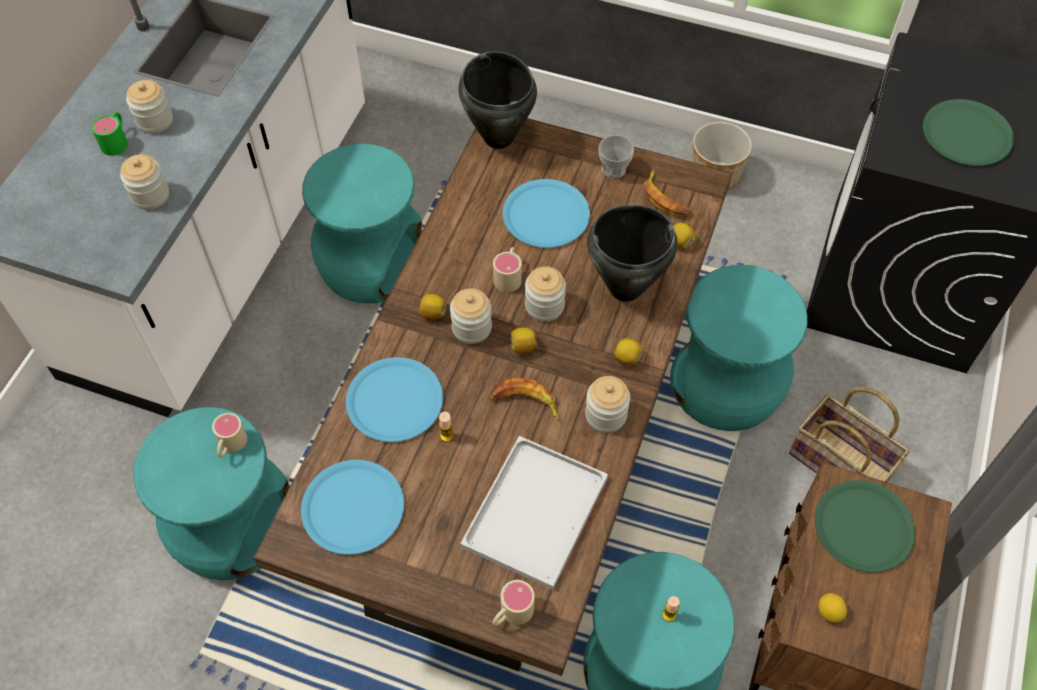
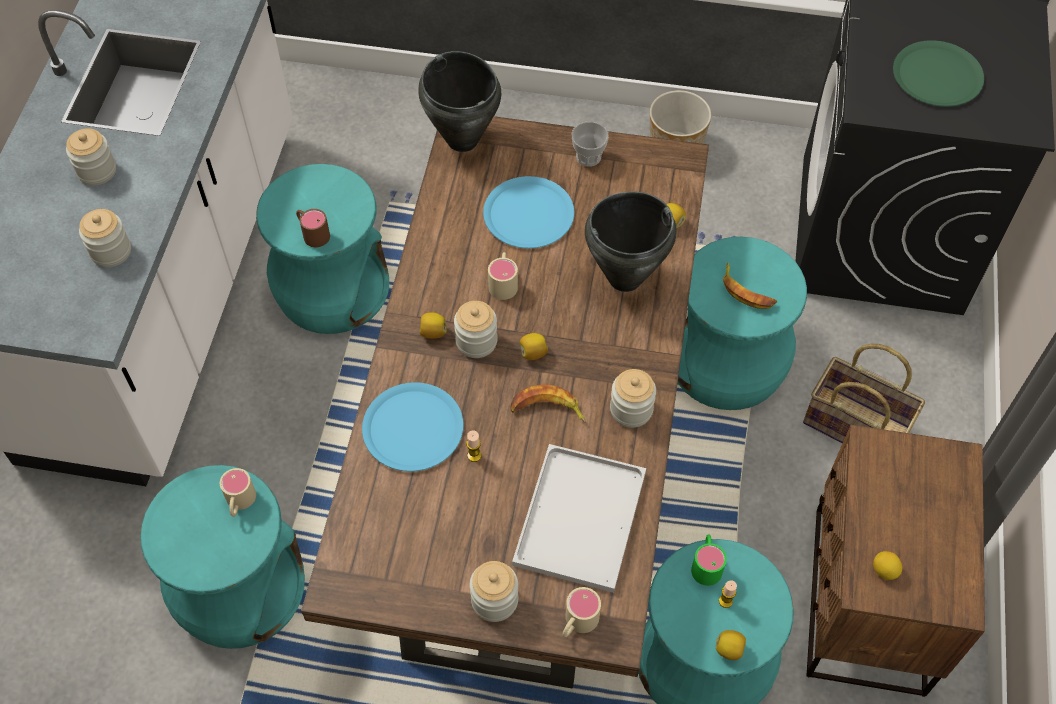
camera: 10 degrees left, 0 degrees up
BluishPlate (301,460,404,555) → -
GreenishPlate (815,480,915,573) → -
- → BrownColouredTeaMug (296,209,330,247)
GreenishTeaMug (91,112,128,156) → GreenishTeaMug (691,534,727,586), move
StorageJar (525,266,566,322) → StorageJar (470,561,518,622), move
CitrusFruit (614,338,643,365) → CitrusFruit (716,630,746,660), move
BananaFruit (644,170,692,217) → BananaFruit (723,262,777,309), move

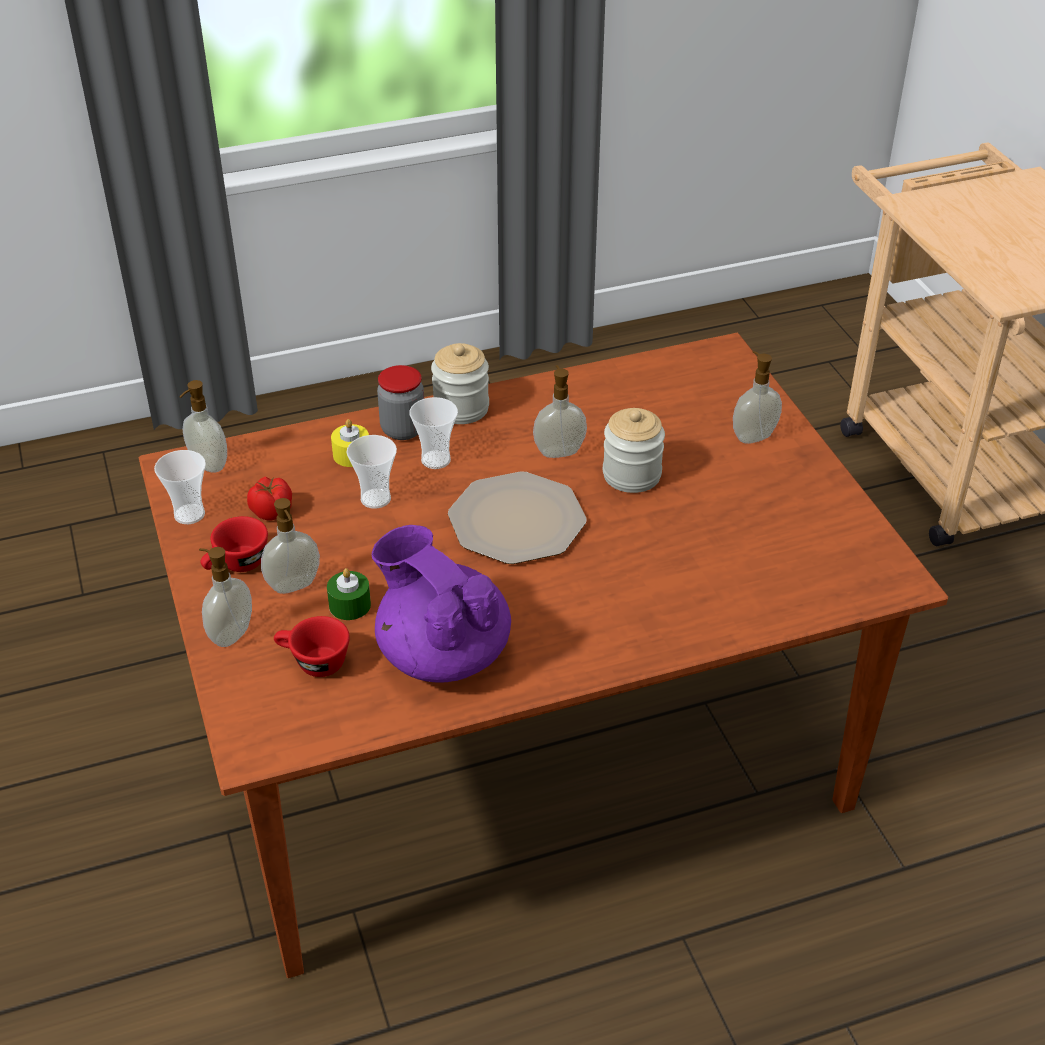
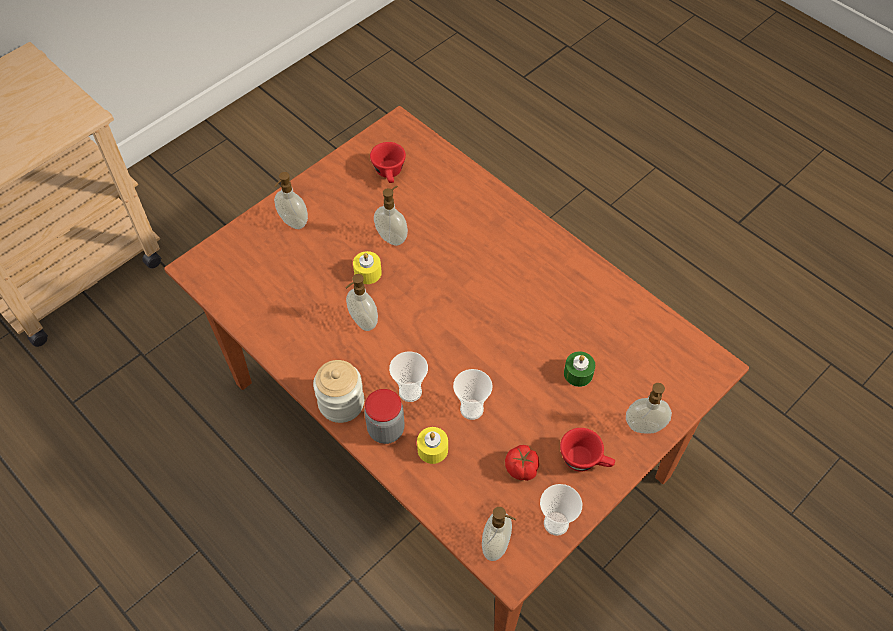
camera: 115 degrees left, 15 degrees up
PurpleColouredTeaPot (372,525,511,683) → -
Plate (448,471,587,564) → -
SoapBottle (261,498,320,594) → SoapBottle (374,186,408,246), move
RedColouredCup (274,616,350,677) → RedColouredCup (370,142,406,183), move
StorageJar (603,408,665,493) → YellowishWaxLight (353,251,382,284)

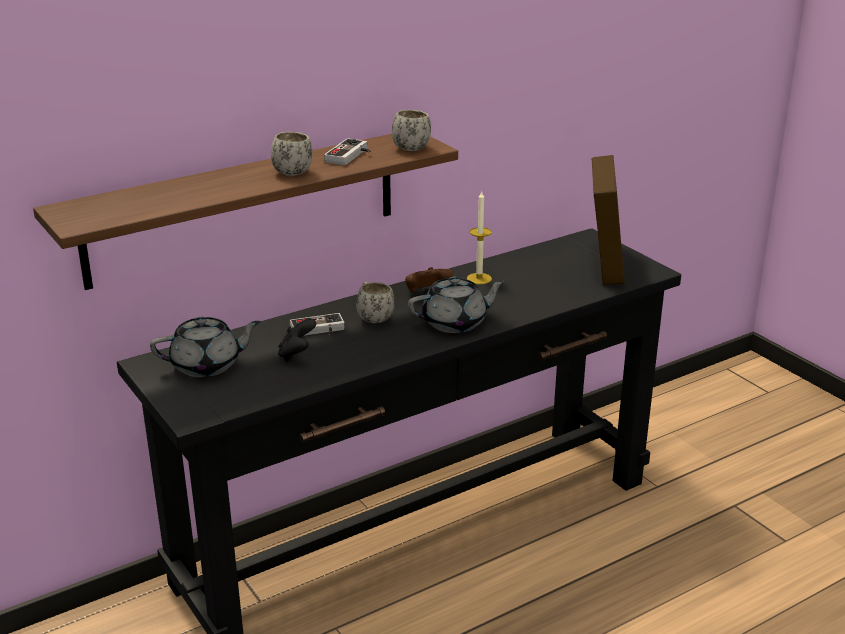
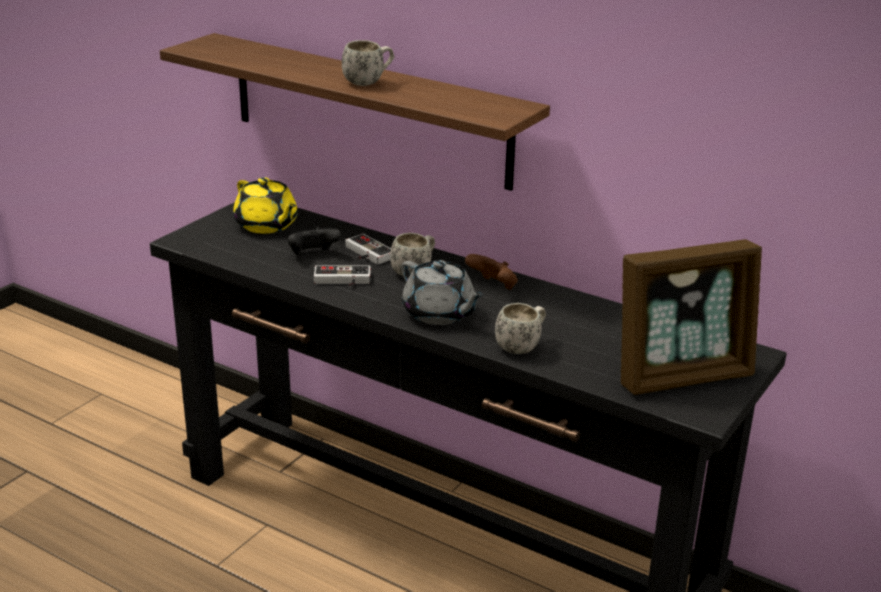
camera: 65 degrees right, 0 degrees up
WaxLight (467,191,492,284) → -
Gamepad (324,138,371,165) → Gamepad (314,265,370,286), move
WhiteColouredTeaMug (392,110,431,151) → WhiteColouredTeaMug (495,303,546,354), move
GreyishTeaPot (150,317,261,377) → YellowishTeaPot (233,177,298,234)

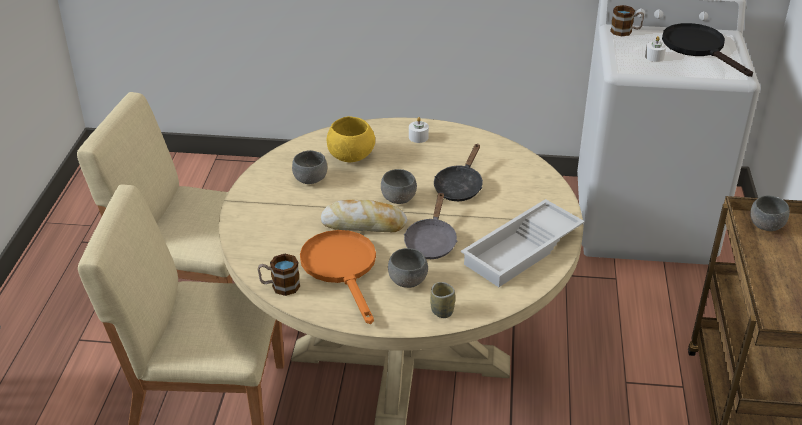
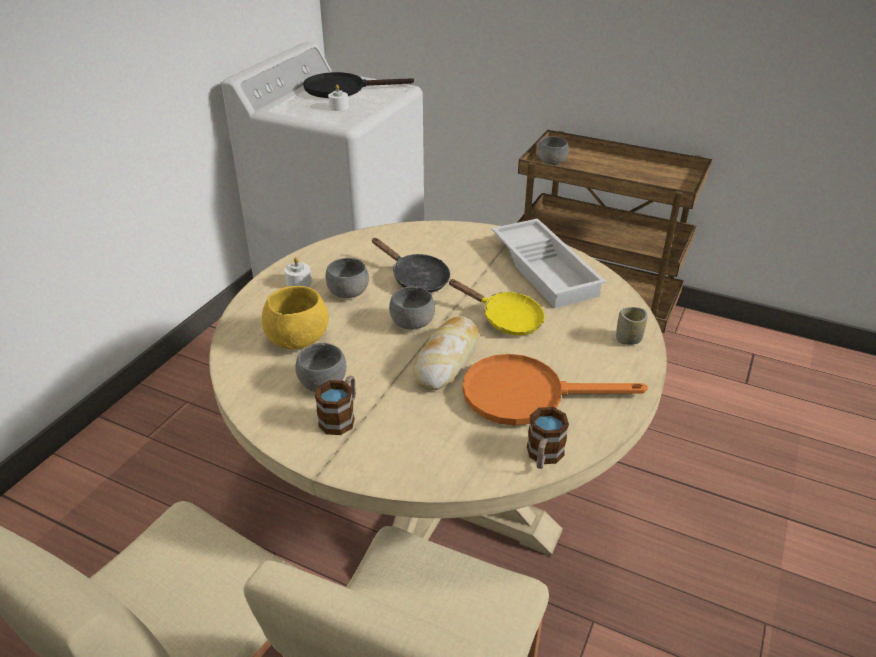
camera: 70 degrees left, 0 degrees up
GreyishServingBowl (388,248,428,288) → GreyishServingBowl (325,258,369,298), move
TeaMug (610,5,644,37) → TeaMug (315,376,356,435), move
GreyishFryingPan (404,192,457,259) → YellowishFryingPan (448,279,545,335)

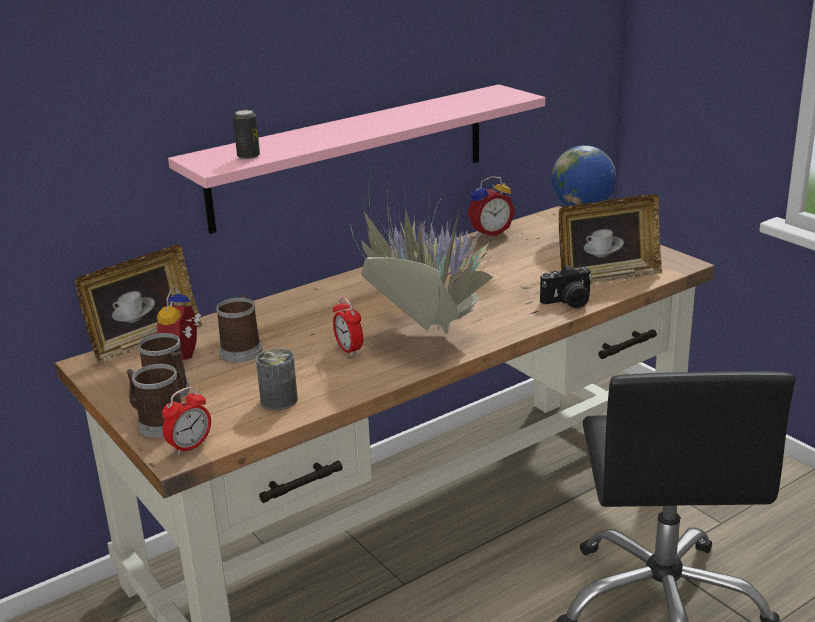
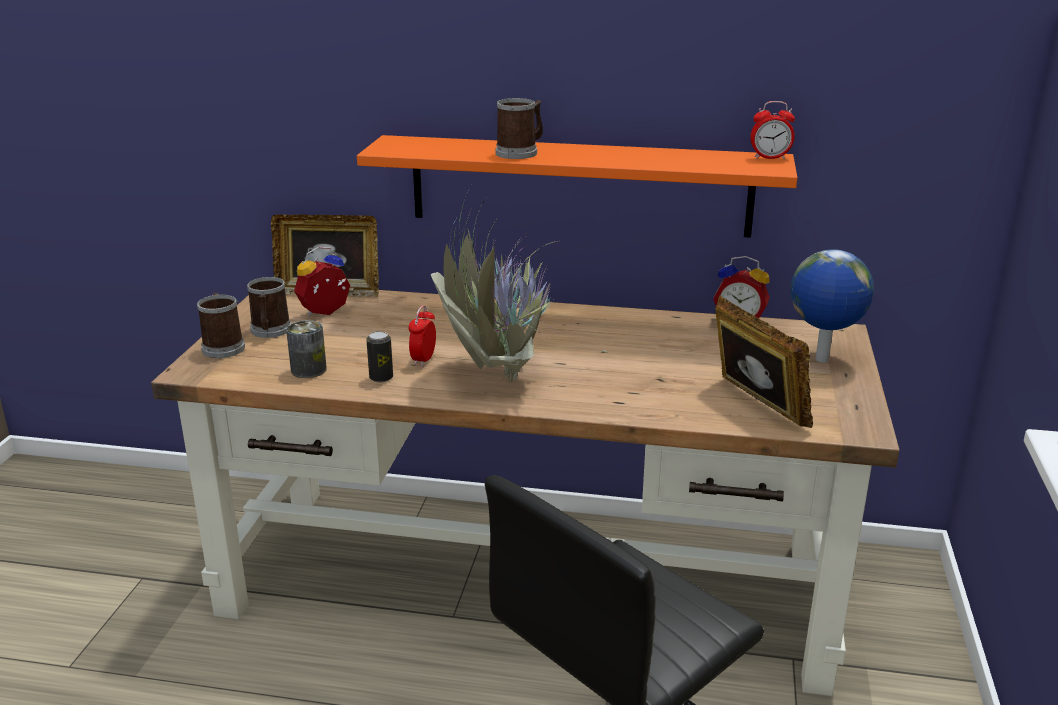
camera: 45 degrees right, 0 degrees up
PhotoCamera (540,264,592,308) → -
TableClock (162,387,211,455) → TableClock (750,101,795,159), move
TeaMug (216,295,262,362) → TeaMug (495,98,543,159), move
SealedCan (233,110,260,159) → SealedCan (366,331,393,382), move
PinkishBracketShelf (168,84,545,234) → OrangeColouredBracketShelf (357,135,797,238)
PhotoFrame (559,194,662,284) → PhotoFrame (715,296,813,428), 150 degrees counterclockwise

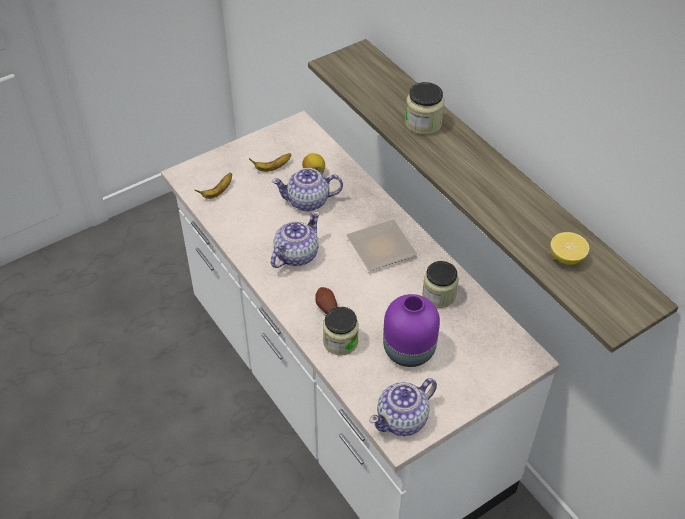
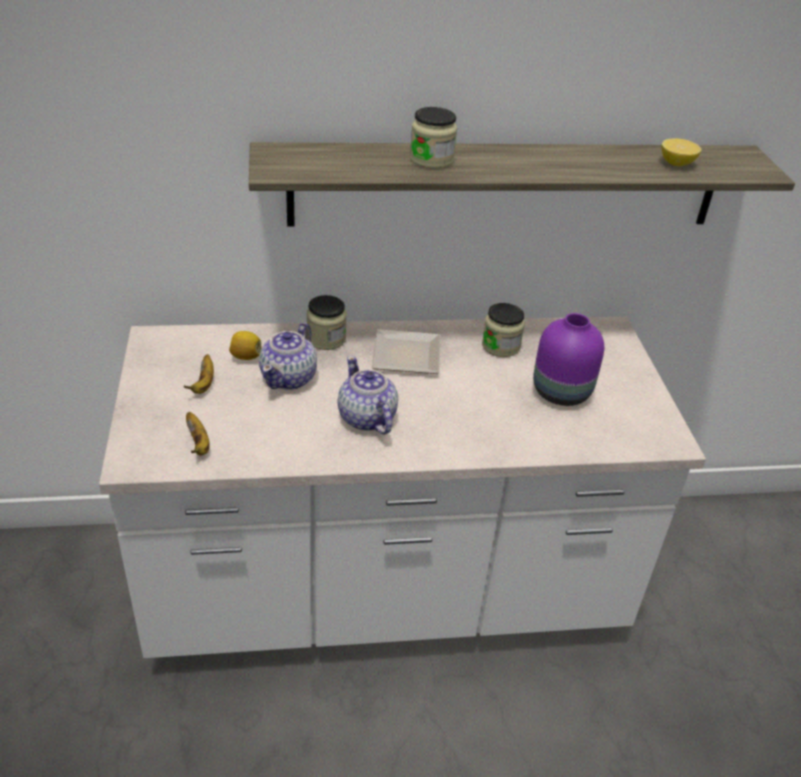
camera: 65 degrees left, 10 degrees down
Potato (315,287,337,314) → -
TeaPot (369,378,437,436) → -
StorageJar (323,307,359,356) → StorageJar (307,295,347,350), move

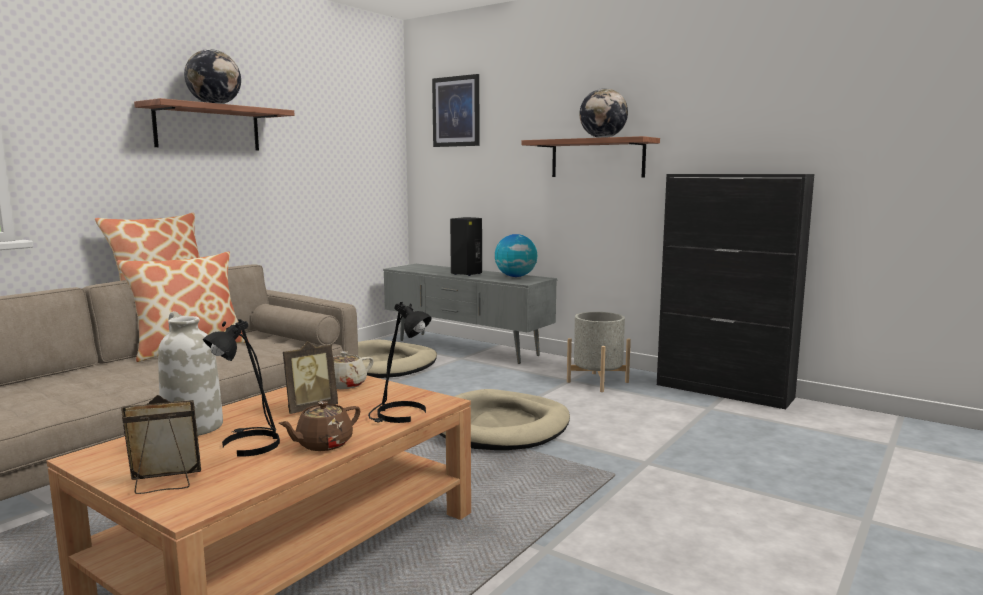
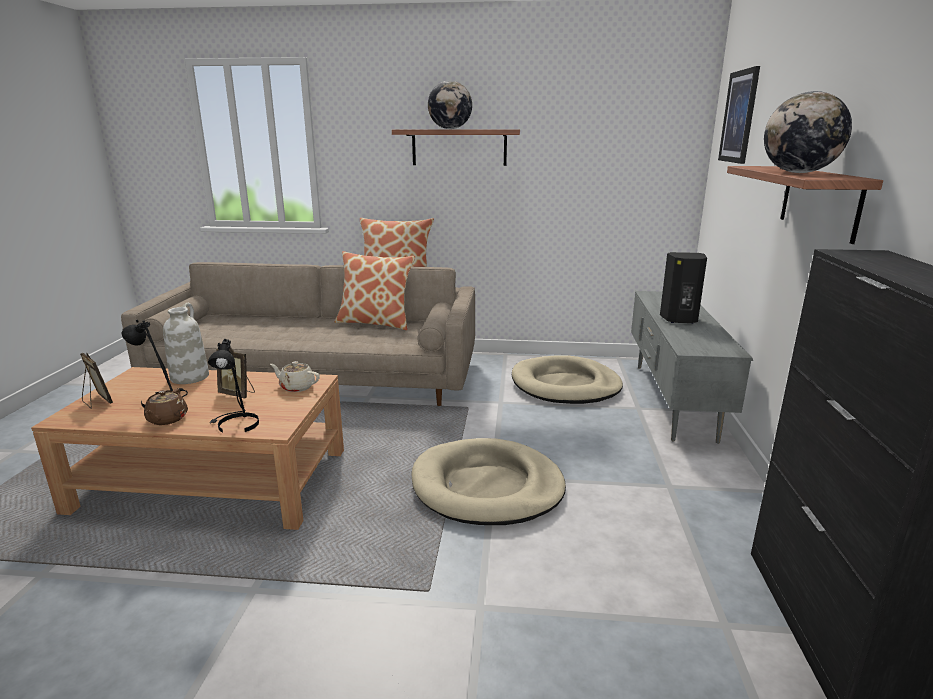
camera: 60 degrees right, 10 degrees up
DeskGlobe (495,234,537,277) → -
GreyishFlowerPot (567,312,631,392) → -
BrownColouredTeaPot (278,401,360,451) → BrownColouredTeaPot (144,389,188,425), 105 degrees counterclockwise

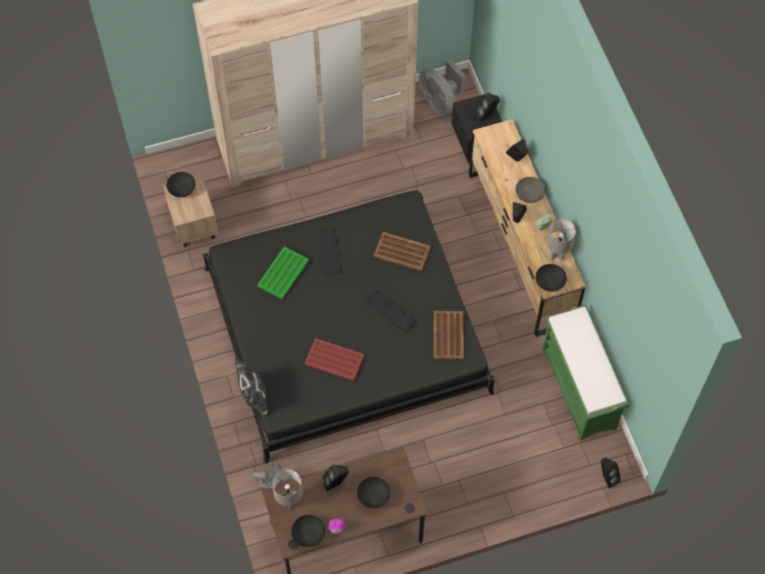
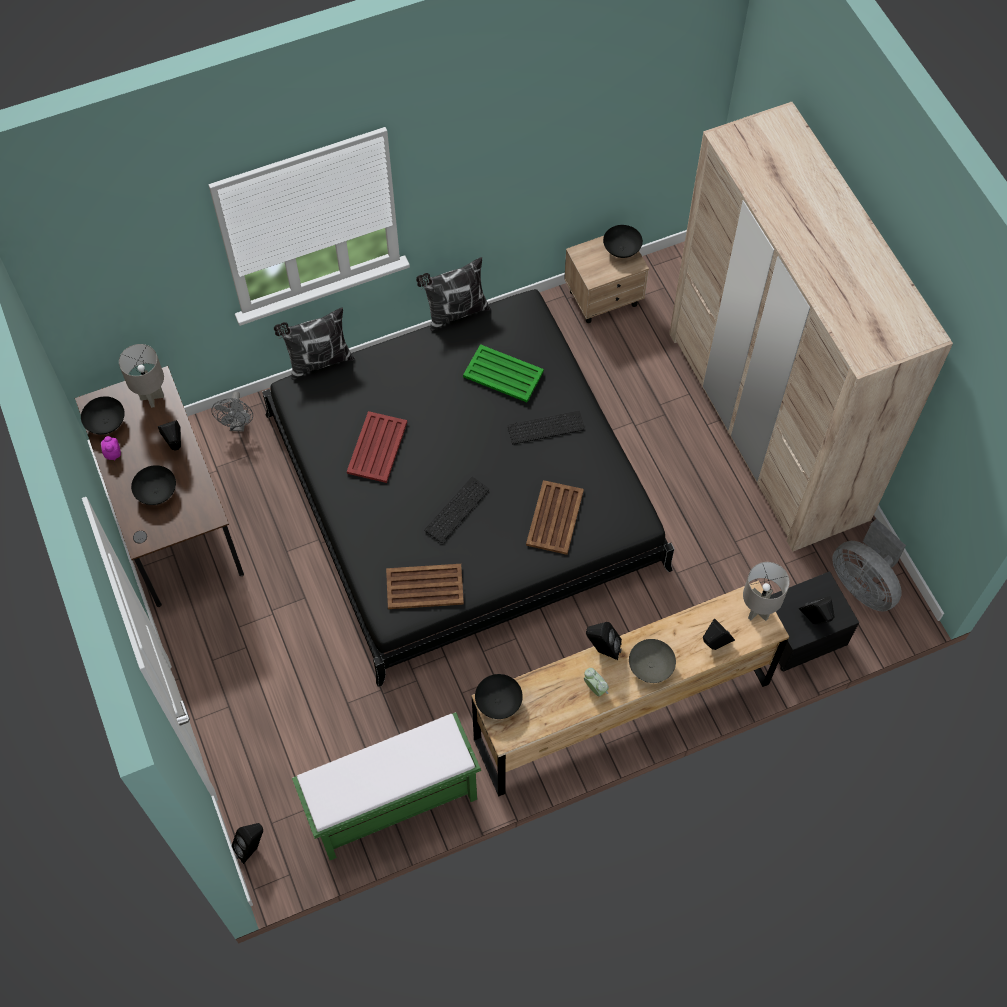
camera: 85 degrees right, 0 degrees up
- → Cushion (416,257,491,331)
GreyishLampForATable (546,219,576,261) → GreyishLampForATable (743,562,790,621), move
GreyishFan (419,59,466,116) → GreyishFan (832,519,906,612), 90 degrees counterclockwise

